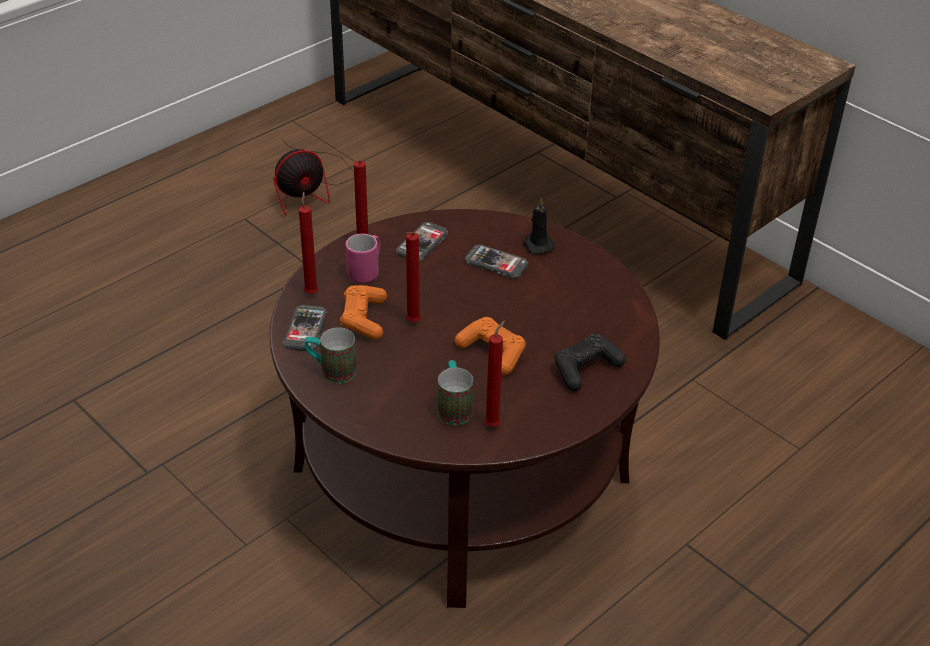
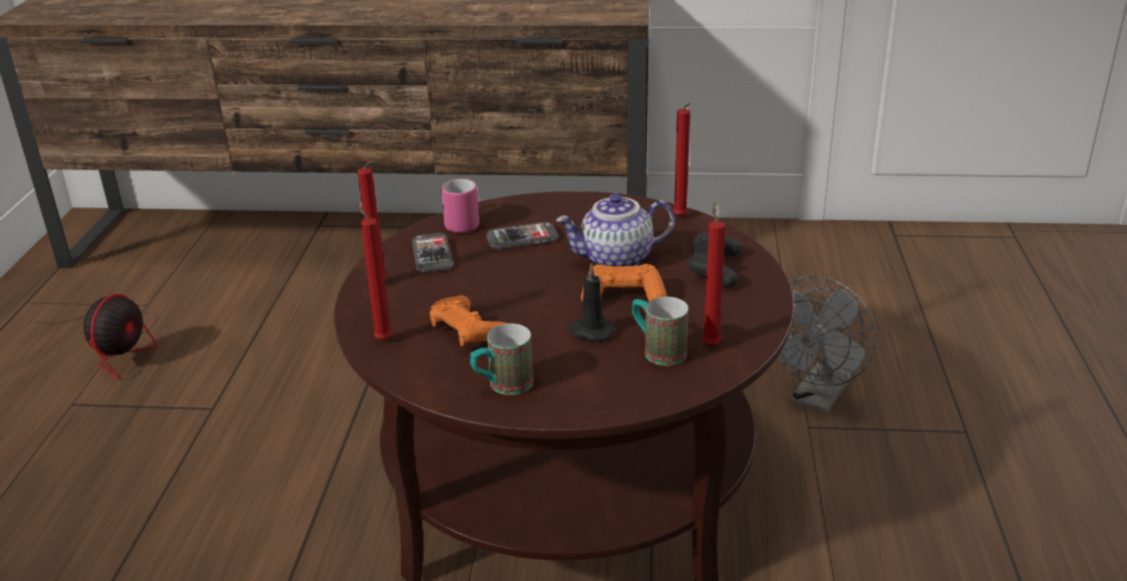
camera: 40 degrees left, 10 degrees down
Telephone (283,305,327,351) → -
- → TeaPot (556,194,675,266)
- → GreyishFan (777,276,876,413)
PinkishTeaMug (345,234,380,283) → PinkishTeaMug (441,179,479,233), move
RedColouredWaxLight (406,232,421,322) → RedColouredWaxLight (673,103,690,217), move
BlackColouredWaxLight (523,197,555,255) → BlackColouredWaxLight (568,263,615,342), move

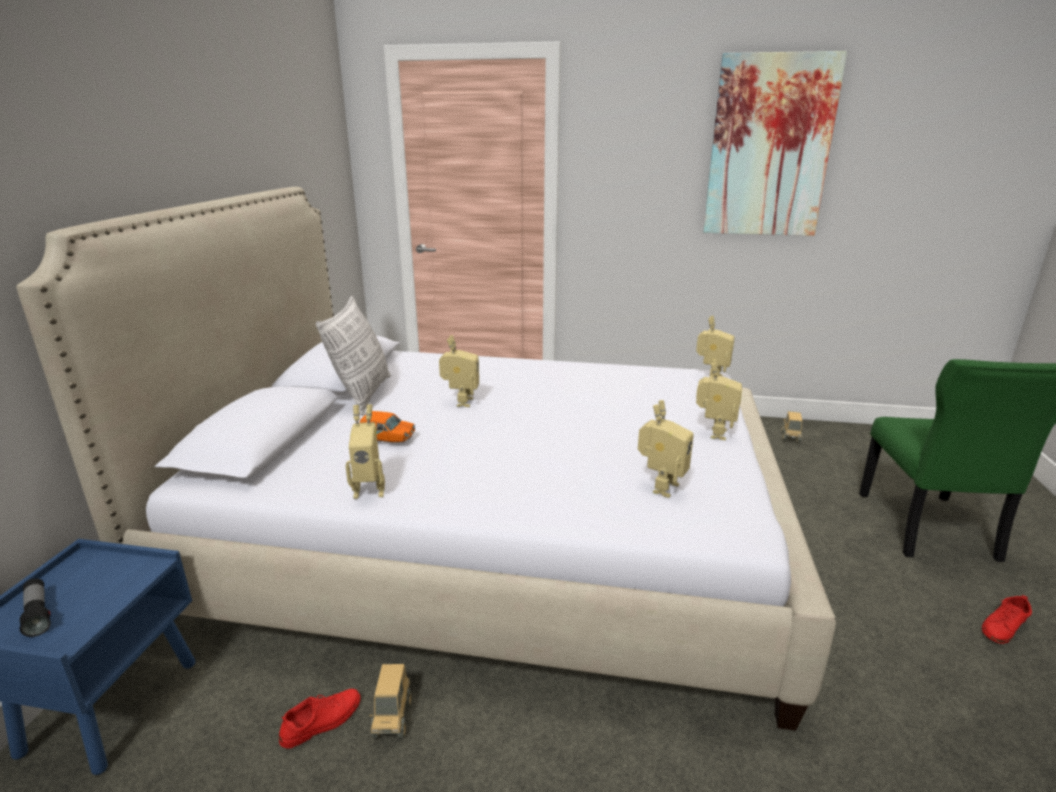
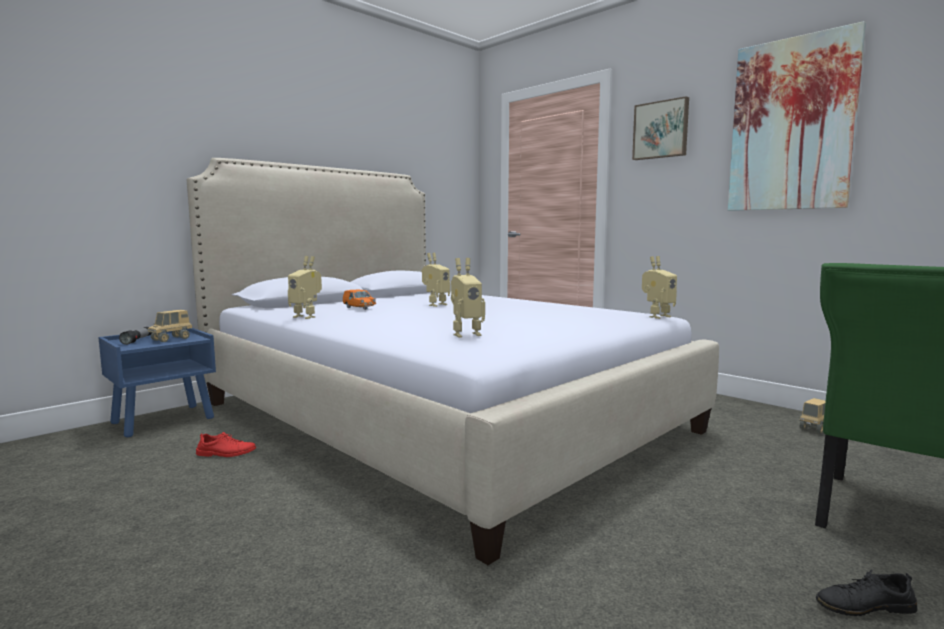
camera: 35 degrees right, 15 degrees down
Cushion (316,296,391,416) → -
RobotFigure (696,359,742,440) → -
- → WallPicture (632,96,689,160)
ToyLorry (370,664,411,739) → ToyLorry (148,310,192,342), move
RedColouredLowShoe (982,595,1032,644) → BlackColouredLowShoe (816,569,917,616)

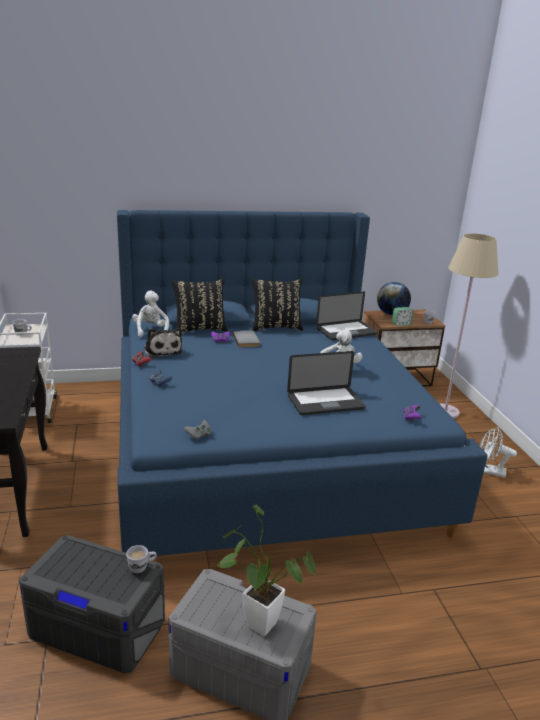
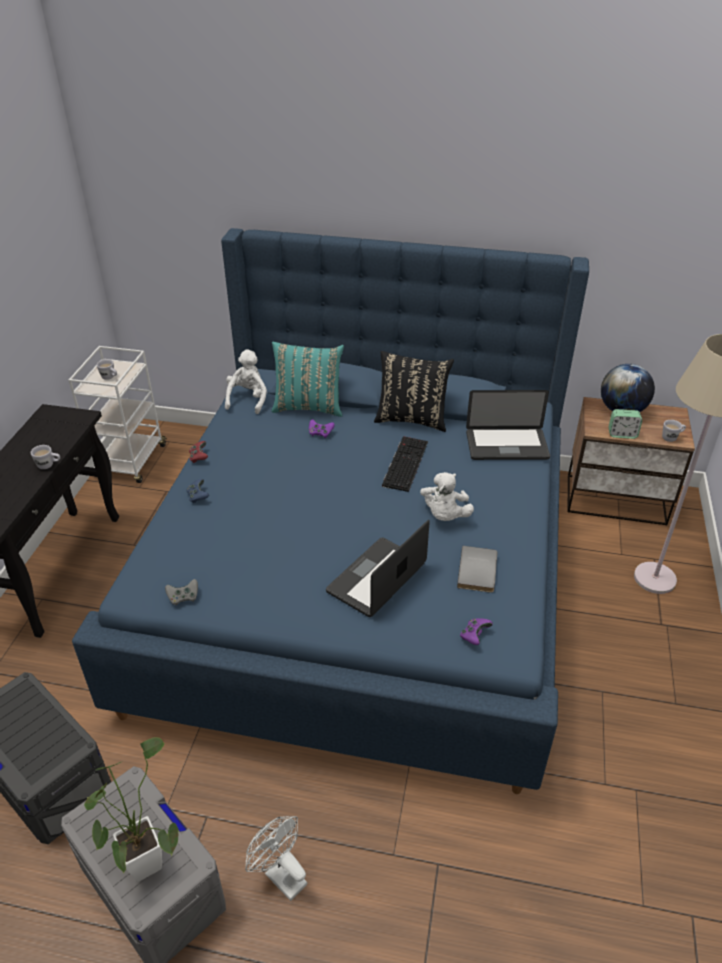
camera: 25 degrees right, 15 degrees up
CuddlyToy (144,328,182,358) → -
- → ComputerKeyboard (382,436,428,492)
WhiteColouredTeaMug (126,545,157,573) → WhiteColouredTeaMug (31,445,60,469), move
GreyishBoundBook (233,331,260,348) → GreyishBoundBook (457,546,497,593), move
WhiteColouredFan (480,427,517,478) → WhiteColouredFan (245,816,307,901), move
BlackColouredCushion (172,278,228,333) → BlueGreenCushion (271,342,344,417)
Laptop (287,351,366,415) → Laptop (326,520,430,617), 120 degrees clockwise

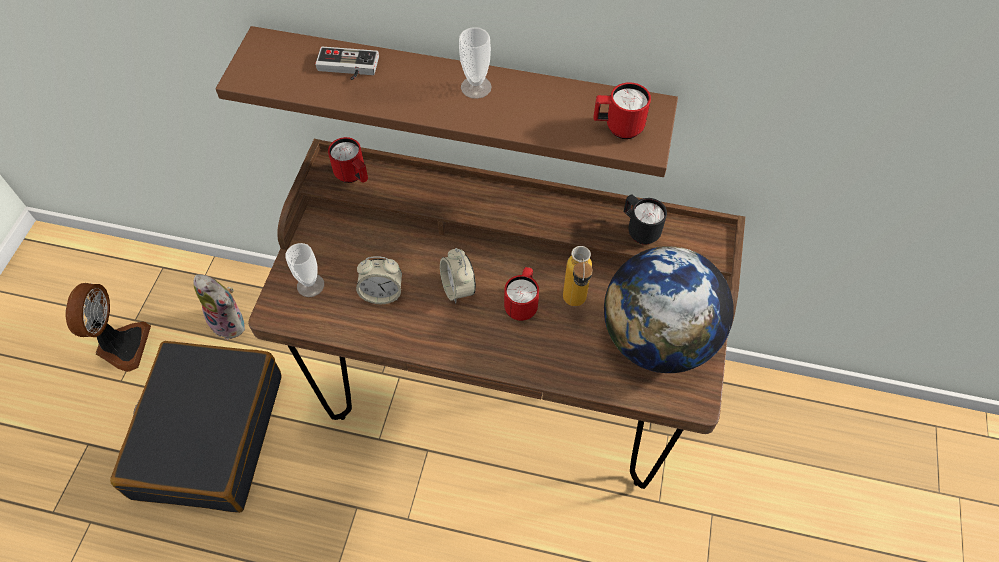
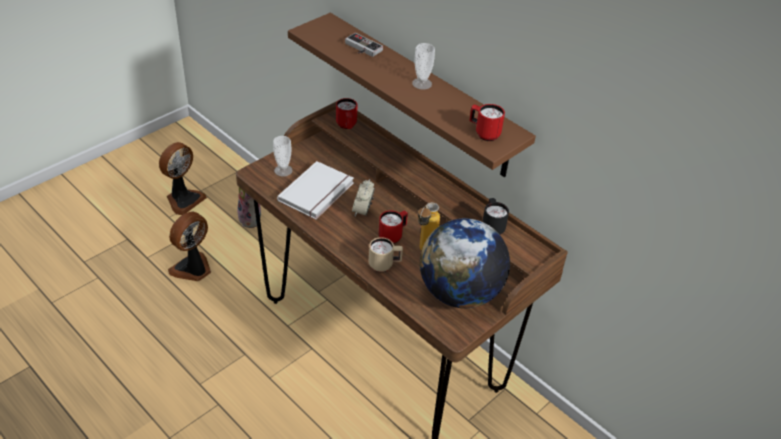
camera: 30 degrees right, 15 degrees down
- → BeigeColouredTeaMug (369,237,403,272)
BlackColouredSuitcase (110,341,282,513) → Fan (168,212,211,281)
TableClock (356,256,402,304) → WhiteColouredBoundBook (277,161,354,219)

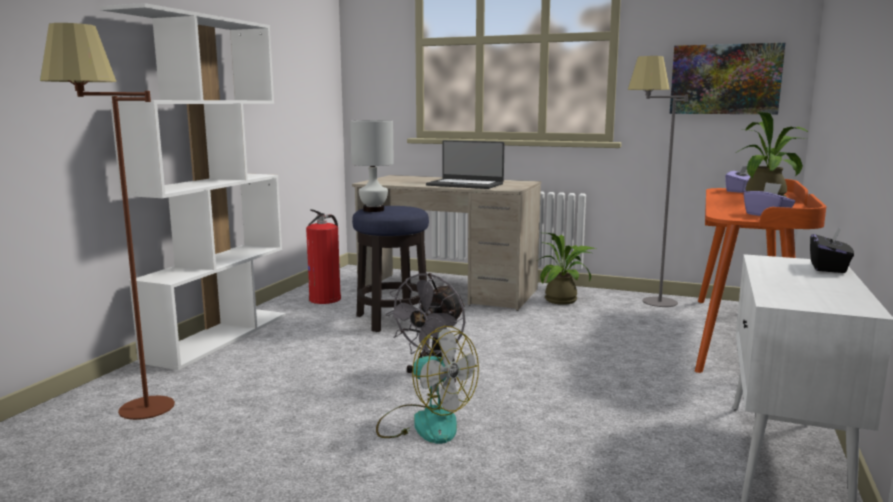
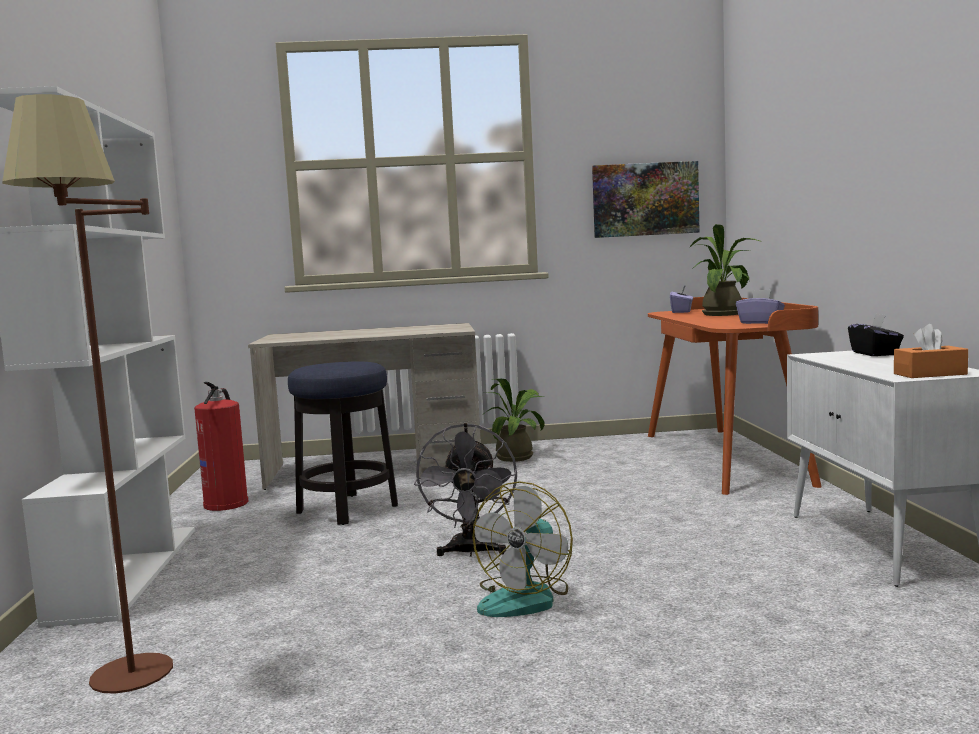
camera: 25 degrees left, 5 degrees down
WhiteColouredLampForATable (350,120,394,212) → -
Laptop (426,140,504,189) → -
GreyishStandingLamp (628,56,688,307) → -
- → OrangeColouredTissueHolder (894,324,968,378)
Fan (376,326,479,444) → Fan (472,481,573,617), 105 degrees clockwise

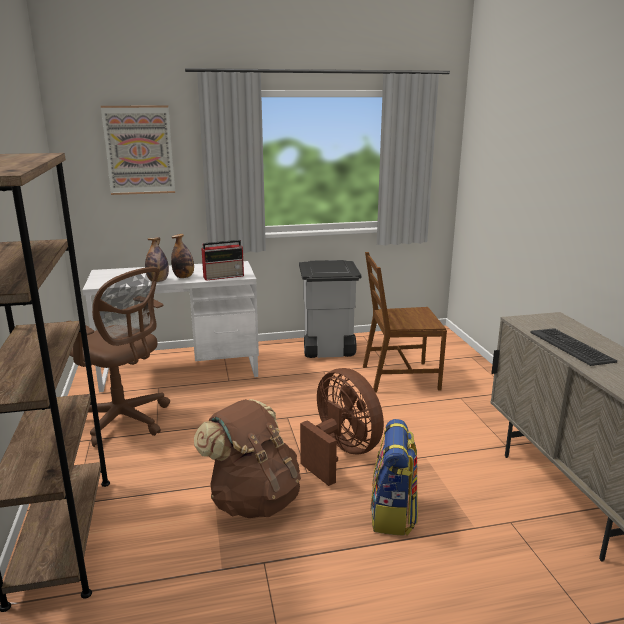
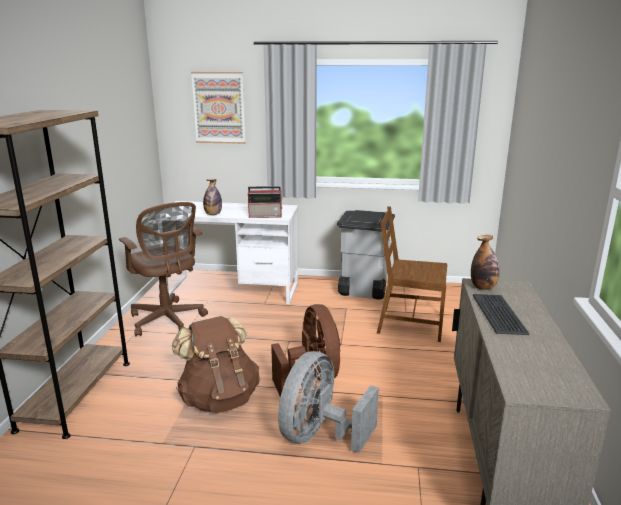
camera: 20 degrees right, 0 degrees up
Bottle (171,234,194,278) → Bottle (471,235,500,290), move
Rucksack (370,419,418,536) → GreyishFan (278,351,379,453)

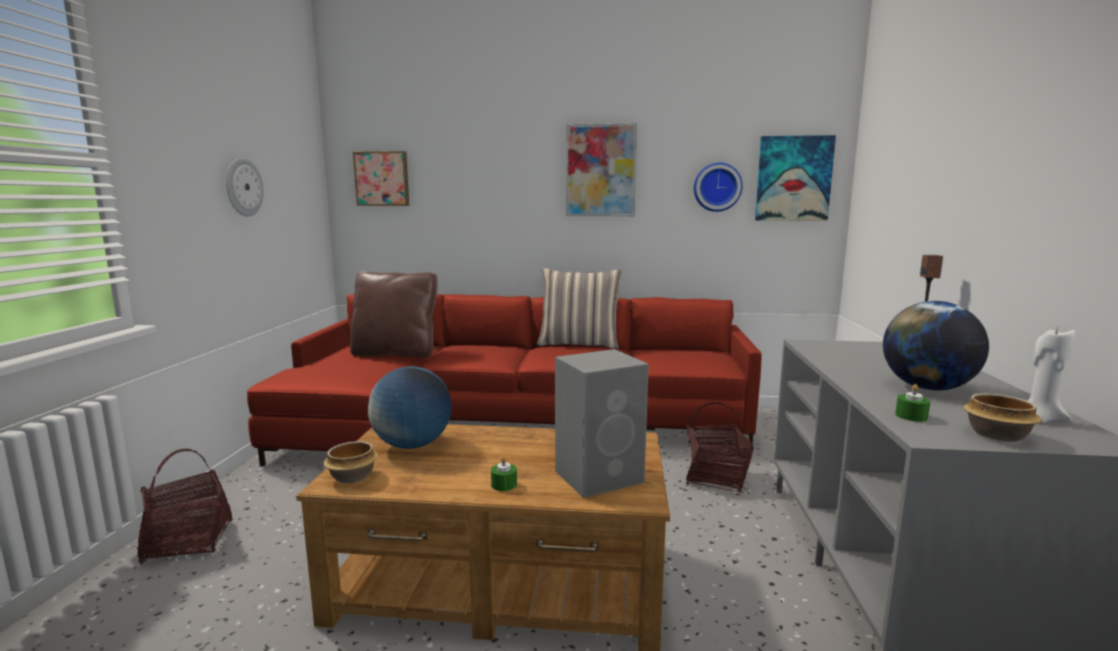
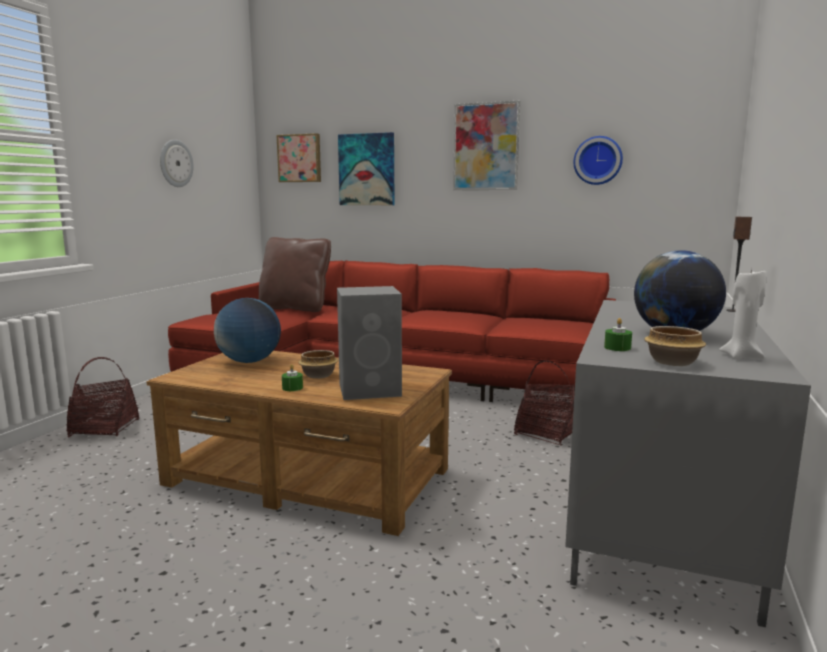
camera: 15 degrees right, 0 degrees up
Cushion (537,268,623,349) → -
ServingBowl (324,441,378,483) → ServingBowl (298,350,338,379), move
WallPicture (755,135,836,221) → WallPicture (338,132,395,205), move

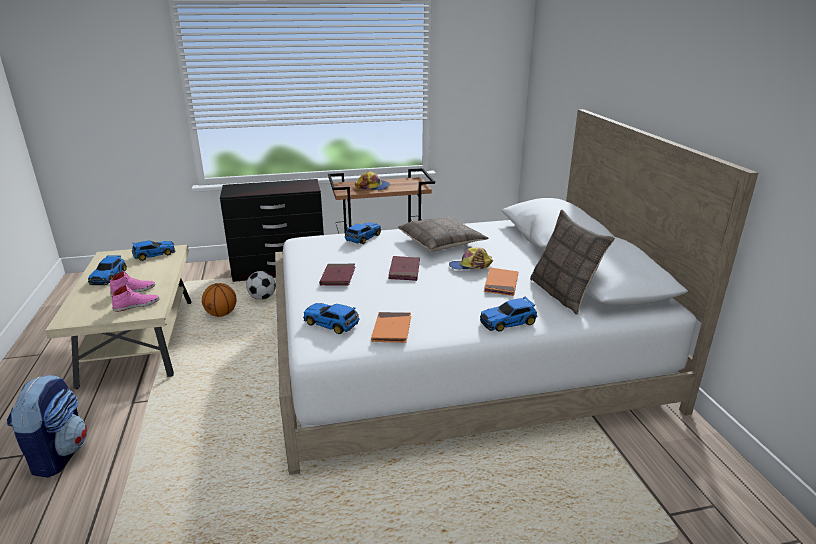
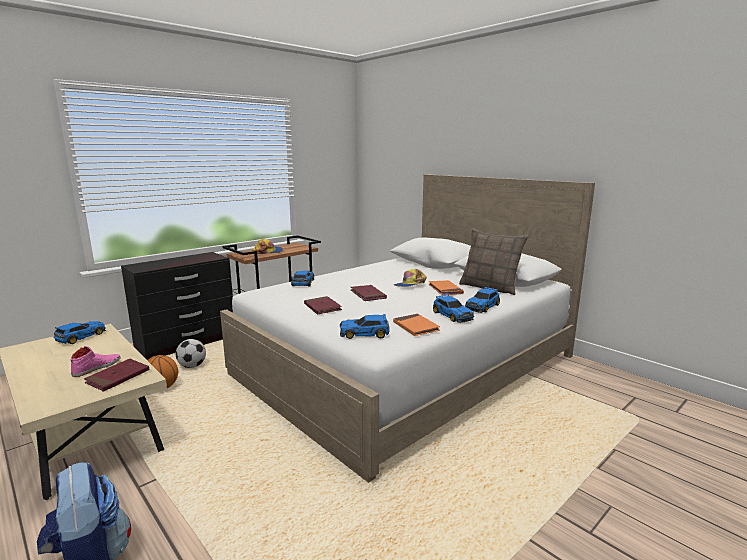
camera: 30 degrees left, 10 degrees down
Cushion (398,217,489,252) → -
ToyCar (88,255,127,285) → ToyCar (433,294,474,323), move
PinkishLowShoe (111,284,160,312) → RedColouredBoundBook (84,359,149,392)

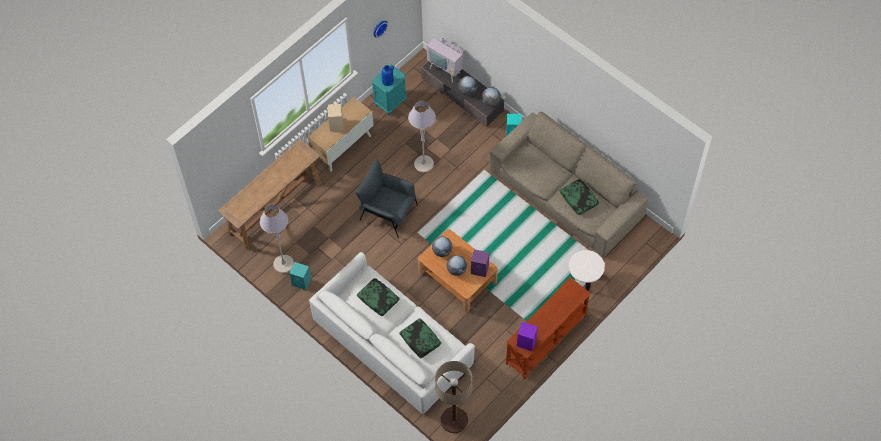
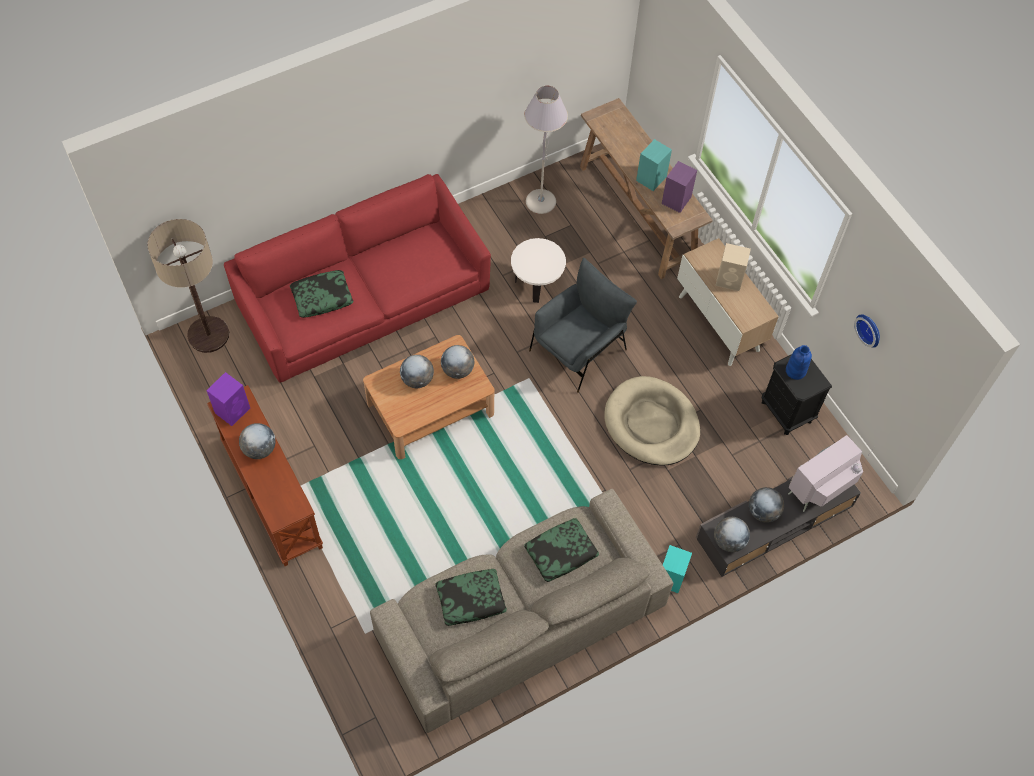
camera: 105 degrees right, 0 degrees up
- → DeskGlobe (239,423,276,459)
BlueGreenAudioSpeaker (289,262,311,290) → BlueGreenAudioSpeaker (636,139,672,191), move
Cushion (357,278,400,316) → Cushion (524,518,599,582), move
PurpleColouredAudioSpeaker (471,249,489,277) → PurpleColouredAudioSpeaker (662,161,697,213), move
WhiteColouredEndTable (569,250,605,291) → WhiteColouredEndTable (511,238,566,303), move
GreyishStandingLamp (408,101,436,172) → BeigeColouredDogBed (604,376,700,466)
WhiteColouredSettee (309,252,475,414) → RedColouredSettee (224,174,491,383)
BlueGreenNightstand (371,64,407,116) → BlackColouredNightstand (762,354,832,435)

